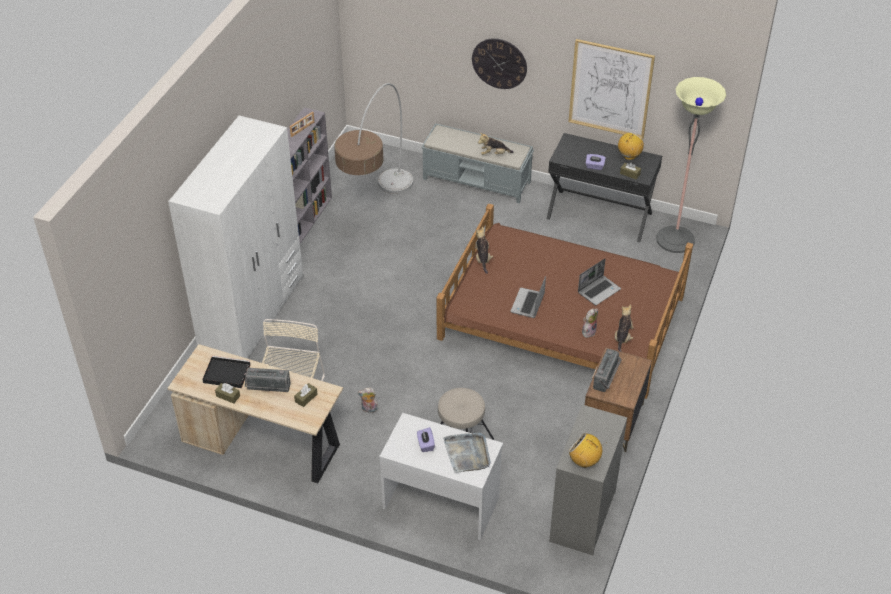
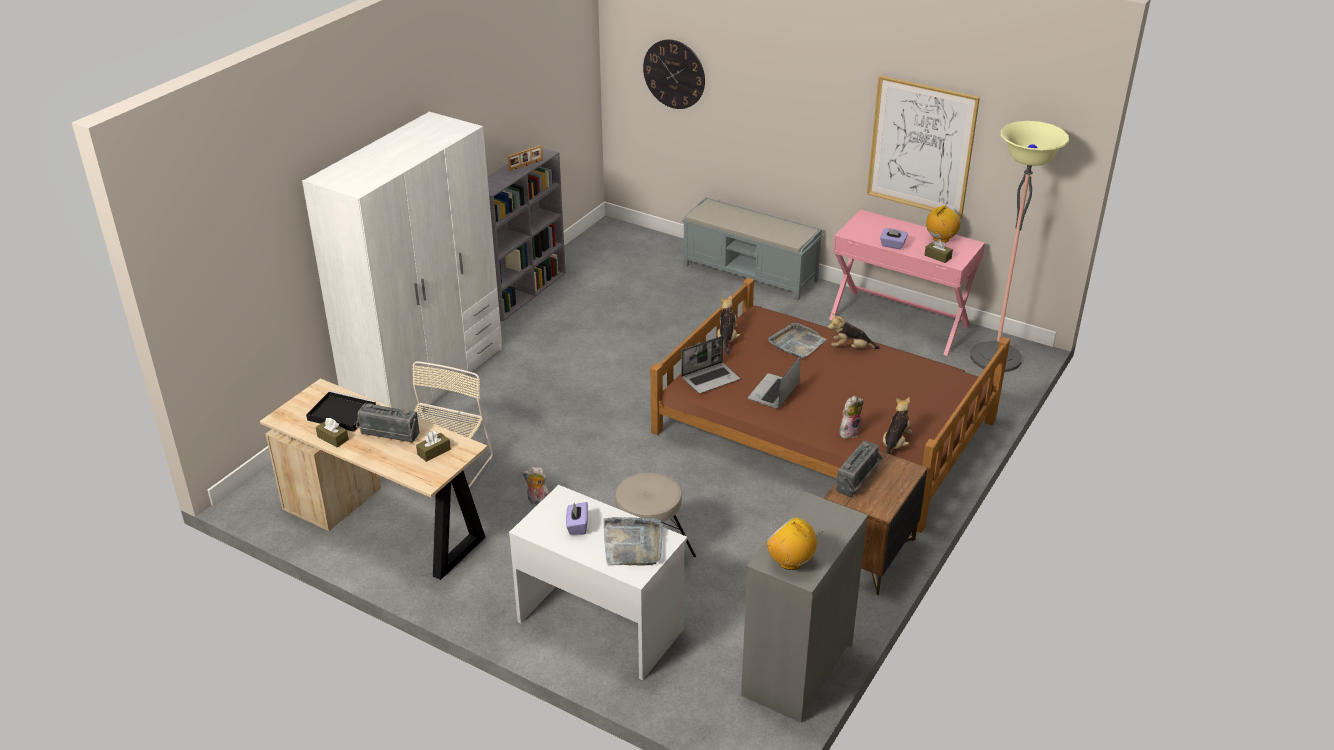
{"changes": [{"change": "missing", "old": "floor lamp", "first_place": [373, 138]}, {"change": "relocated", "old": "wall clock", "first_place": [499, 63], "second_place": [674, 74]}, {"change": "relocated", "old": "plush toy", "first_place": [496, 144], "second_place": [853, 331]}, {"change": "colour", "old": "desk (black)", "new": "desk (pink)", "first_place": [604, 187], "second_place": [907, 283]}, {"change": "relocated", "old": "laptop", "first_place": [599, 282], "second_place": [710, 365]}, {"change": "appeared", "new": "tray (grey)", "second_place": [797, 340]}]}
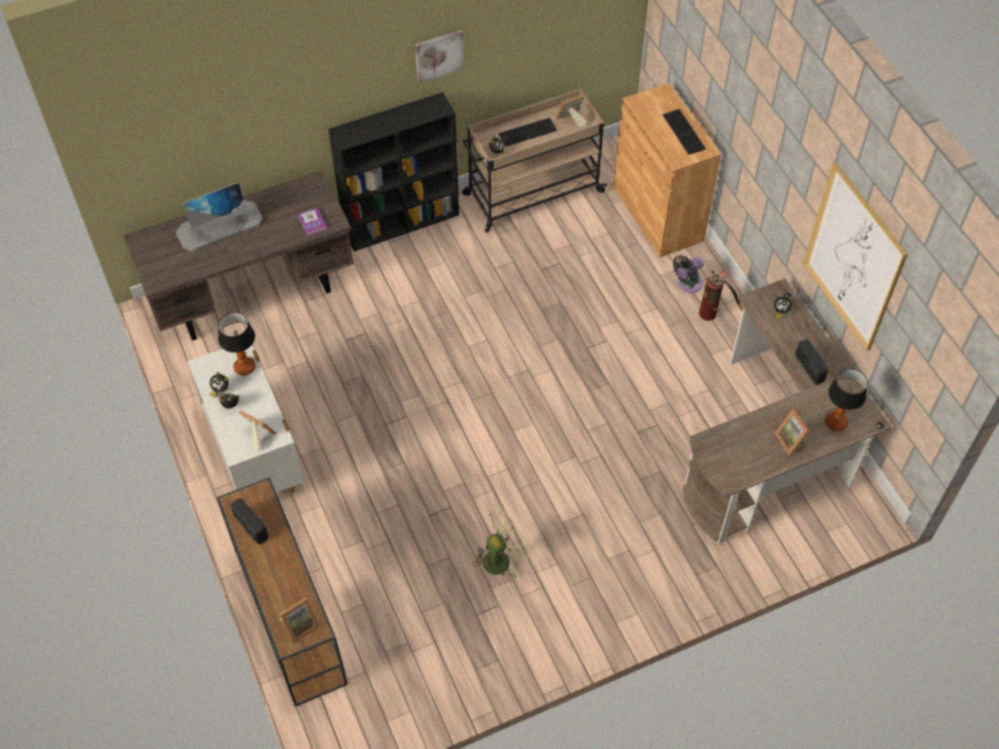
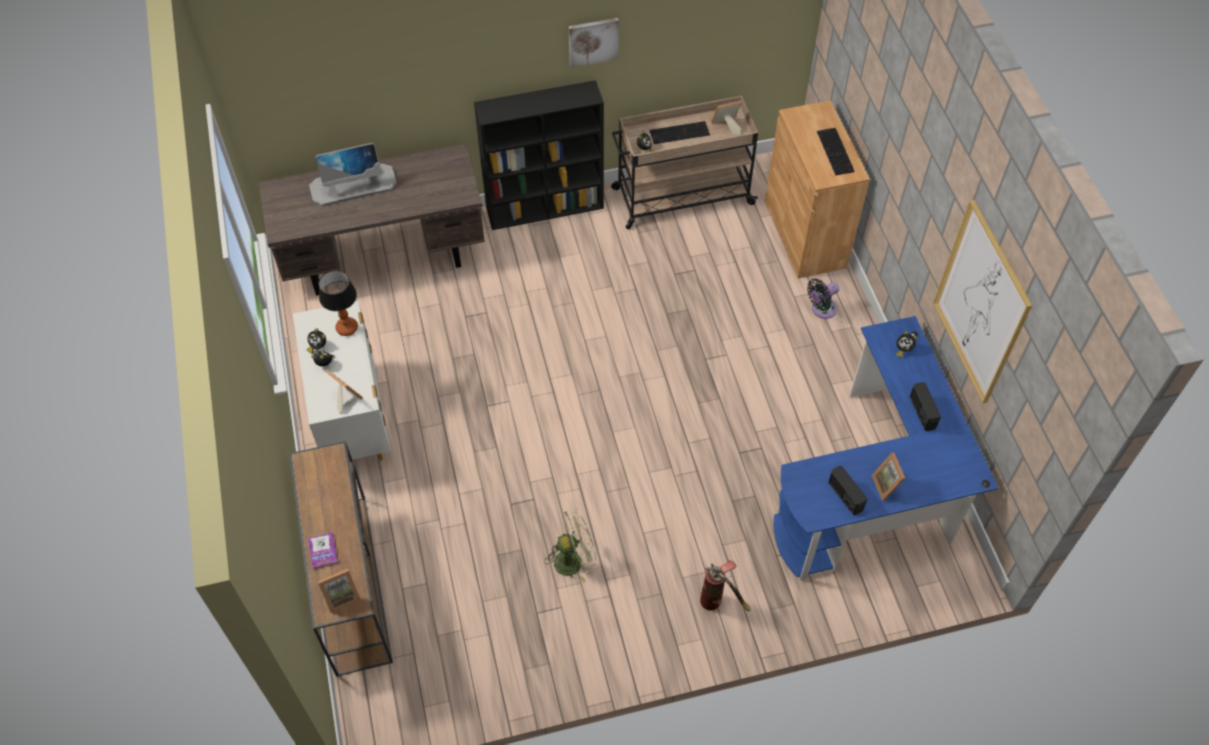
{"changes": [{"change": "relocated", "old": "radio", "first_place": [250, 521], "second_place": [848, 490]}, {"change": "relocated", "old": "book", "first_place": [312, 221], "second_place": [323, 550]}, {"change": "colour", "old": "desk (brown)", "new": "desk (blue)", "first_place": [787, 411], "second_place": [886, 448]}, {"change": "relocated", "old": "fire extinguisher", "first_place": [721, 295], "second_place": [725, 585]}, {"change": "missing", "old": "table lamp", "first_place": [846, 400]}]}
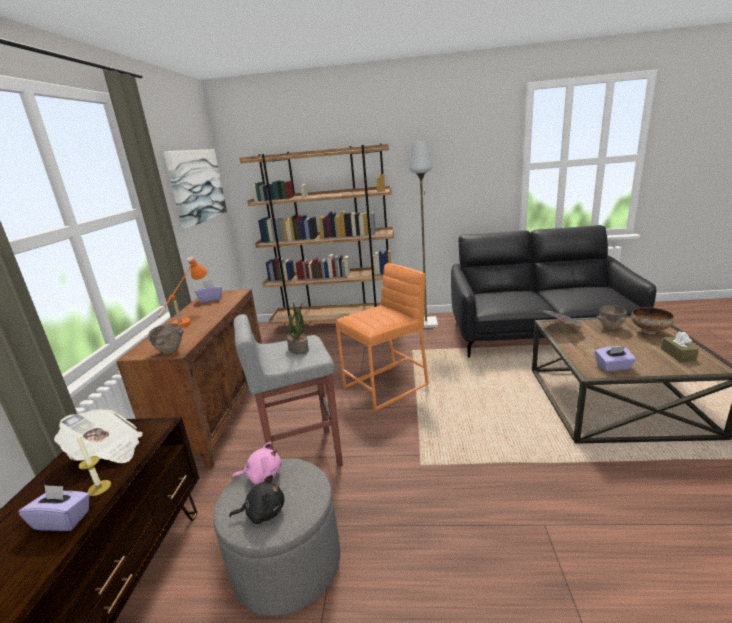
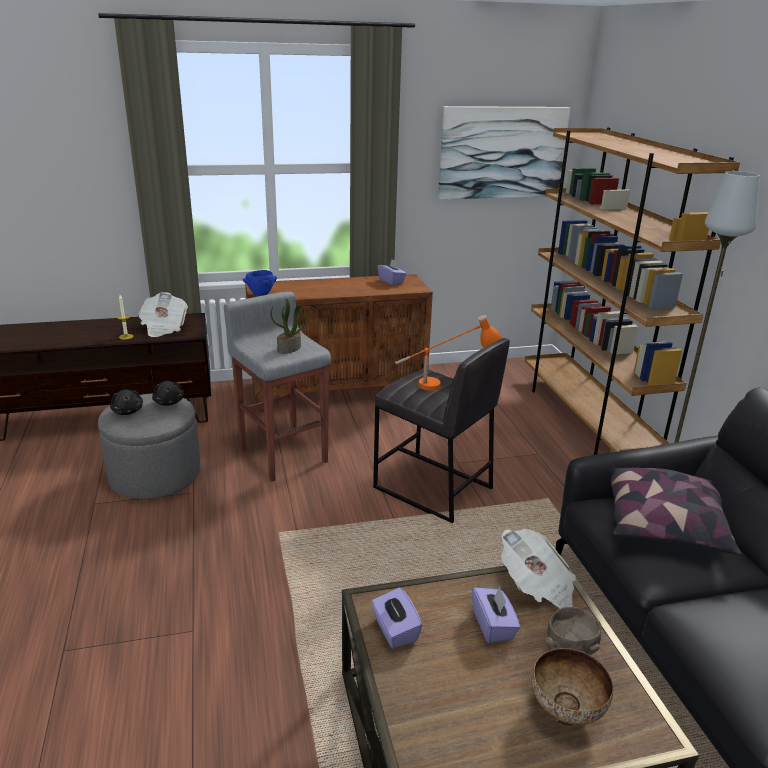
{"changes": [{"change": "relocated", "old": "tissue box (purple)", "first_place": [54, 508], "second_place": [496, 614]}, {"change": "colour", "old": "bowl (brown)", "new": "bowl (blue)", "first_place": [166, 339], "second_place": [260, 283]}, {"change": "relocated", "old": "table lamp (orange)", "first_place": [183, 292], "second_place": [448, 353]}, {"change": "colour", "old": "plush toy (pink)", "new": "plush toy (black)", "first_place": [256, 463], "second_place": [168, 393]}, {"change": "colour", "old": "stool (orange)", "new": "stool (grey)", "first_place": [382, 337], "second_place": [441, 430]}, {"change": "missing", "old": "tissue box (brown)", "first_place": [680, 346]}, {"change": "appeared", "new": "pillow", "second_place": [675, 512]}]}
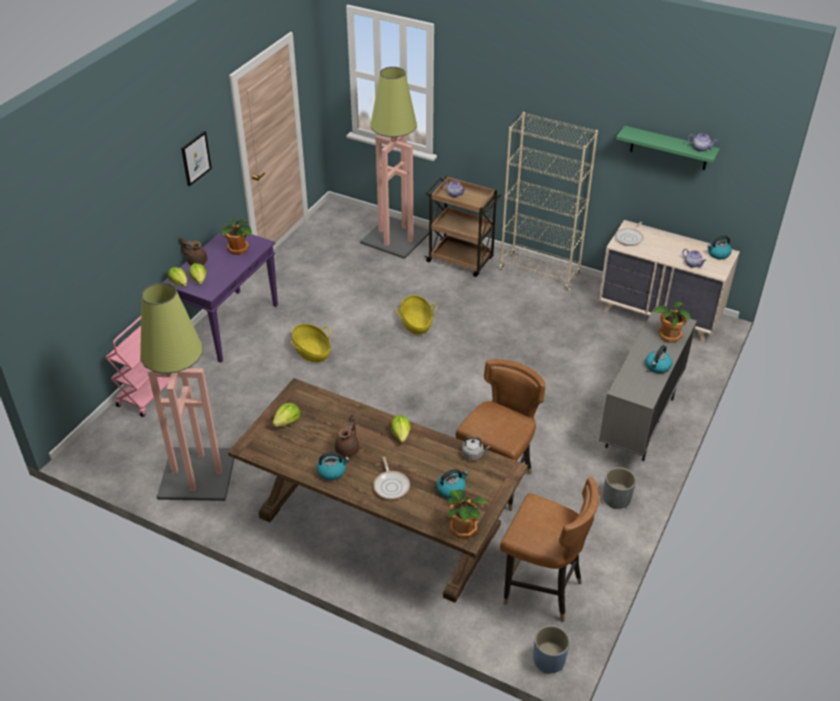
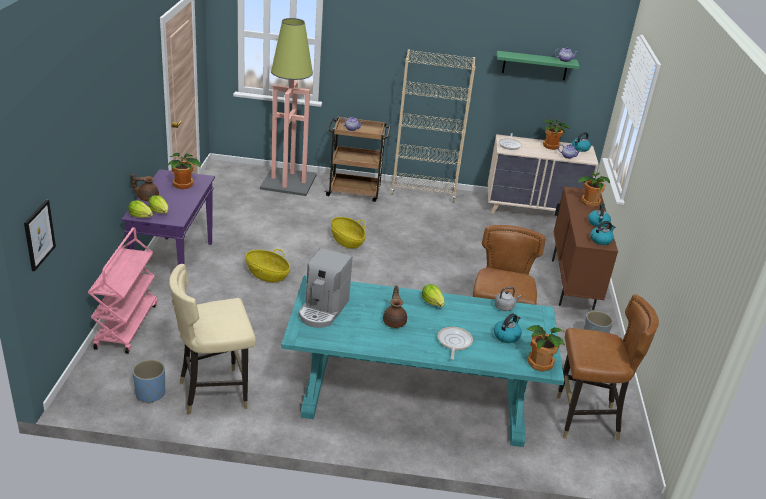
{"changes": [{"change": "exchanged", "old": "floor lamp", "new": "chair (beige)", "first_place": [187, 391], "second_place": [212, 339]}, {"change": "relocated", "old": "picture", "first_place": [196, 158], "second_place": [40, 235]}, {"change": "colour", "old": "dining table (brown)", "new": "dining table (turquoise)", "first_place": [378, 490], "second_place": [422, 361]}, {"change": "exchanged", "old": "lettuce", "new": "coffee machine", "first_place": [286, 415], "second_place": [325, 288]}, {"change": "relocated", "old": "kettle", "first_place": [333, 466], "second_place": [603, 233]}, {"change": "spun", "old": "frying pan", "first_place": [391, 478], "second_place": [455, 343], "degrees": -135}, {"change": "relocated", "old": "planter (blue)", "first_place": [551, 649], "second_place": [148, 381]}, {"change": "colour", "old": "cabinet (grey)", "new": "cabinet (brown)", "first_place": [648, 384], "second_place": [585, 248]}, {"change": "appeared", "new": "potted plant", "second_place": [556, 134]}]}
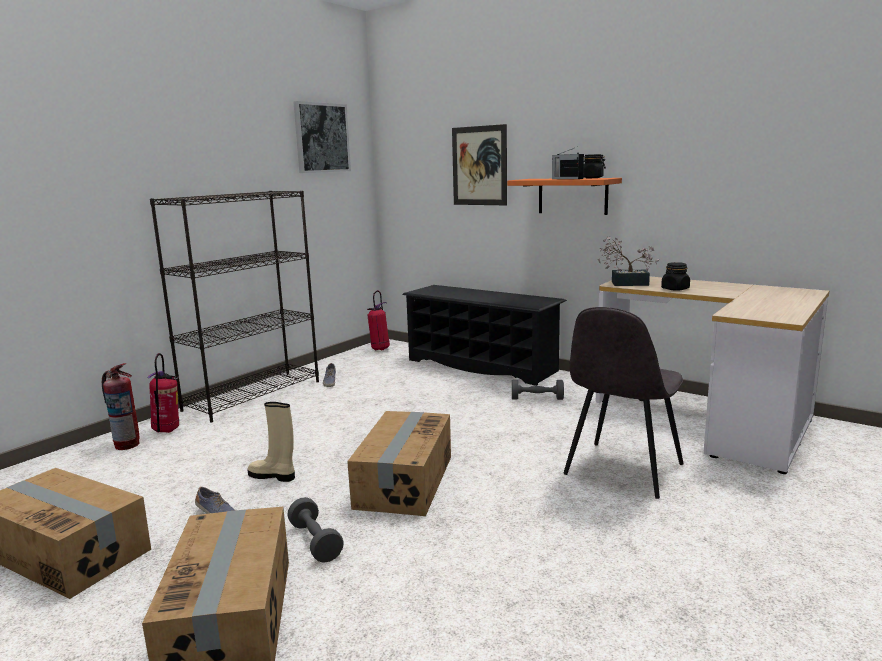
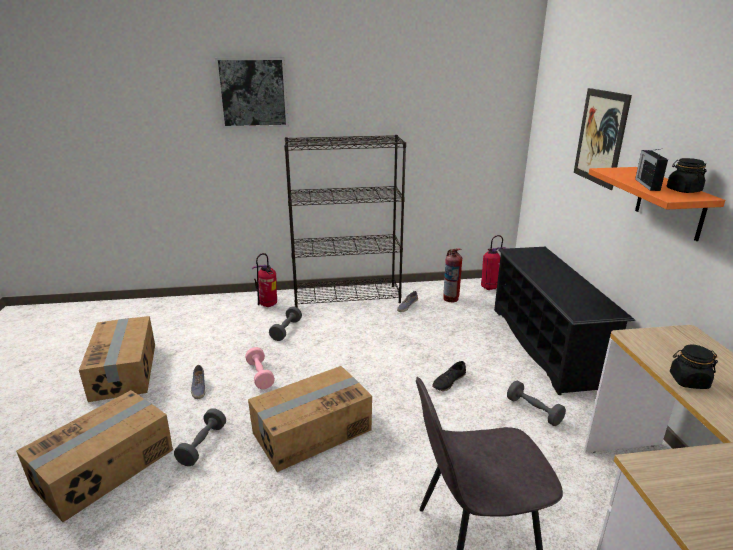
{"changes": [{"change": "relocated", "old": "fire extinguisher", "first_place": [121, 406], "second_place": [452, 275]}, {"change": "exchanged", "old": "boot (beige)", "new": "dumbbell (pink)", "first_place": [271, 442], "second_place": [260, 368]}, {"change": "relocated", "old": "picture", "first_place": [322, 137], "second_place": [252, 92]}, {"change": "missing", "old": "potted plant", "first_place": [628, 261]}, {"change": "appeared", "new": "dumbbell (grey)", "second_place": [285, 323]}, {"change": "appeared", "new": "shoe (black)", "second_place": [449, 376]}]}
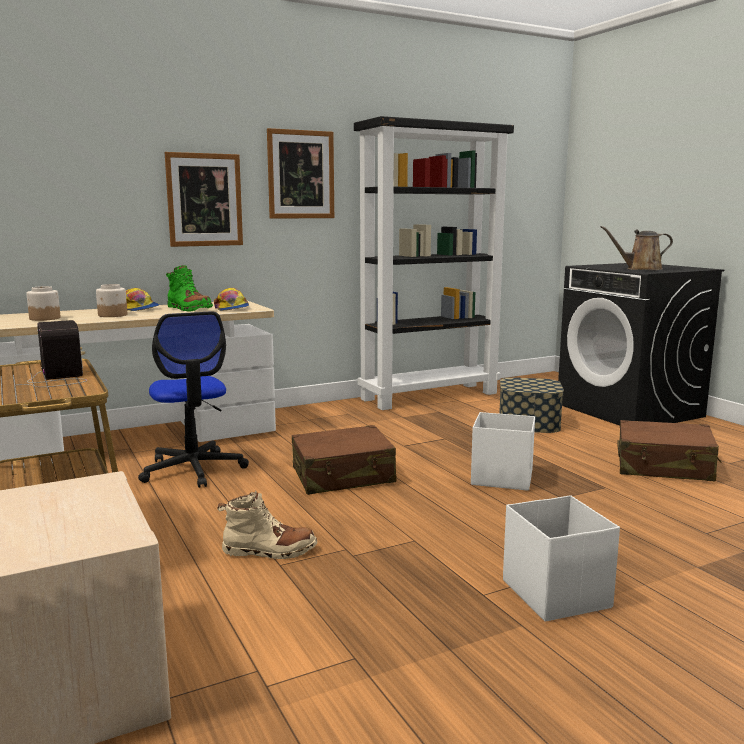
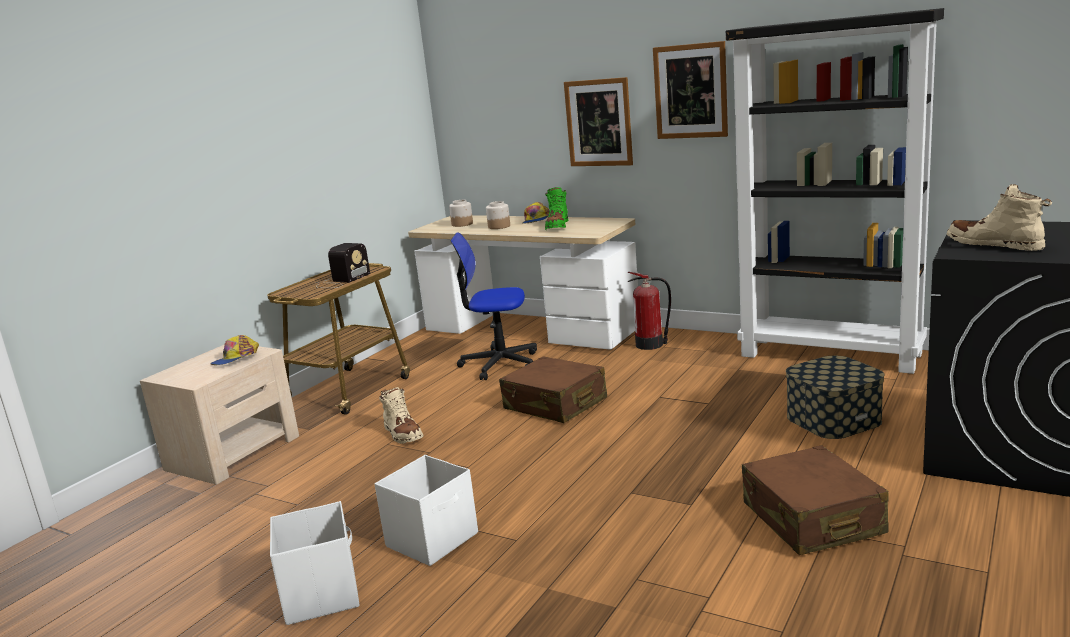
{"changes": [{"change": "spun", "old": "office chair", "first_place": [193, 399], "second_place": [494, 306], "degrees": 60}, {"change": "relocated", "old": "cap", "first_place": [231, 299], "second_place": [234, 350]}, {"change": "relocated", "old": "storage box (white)", "first_place": [503, 451], "second_place": [315, 563]}, {"change": "exchanged", "old": "watering can (brown)", "new": "boot (beige)", "first_place": [636, 248], "second_place": [1000, 217]}, {"change": "appeared", "new": "fire extinguisher", "second_place": [649, 311]}]}
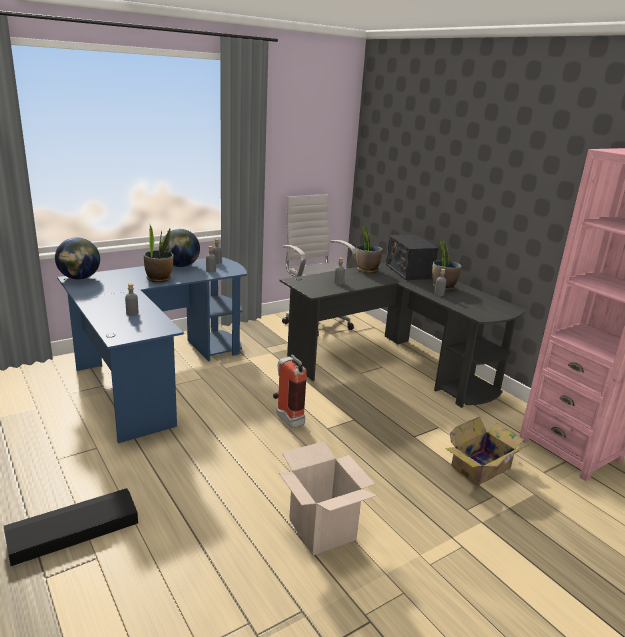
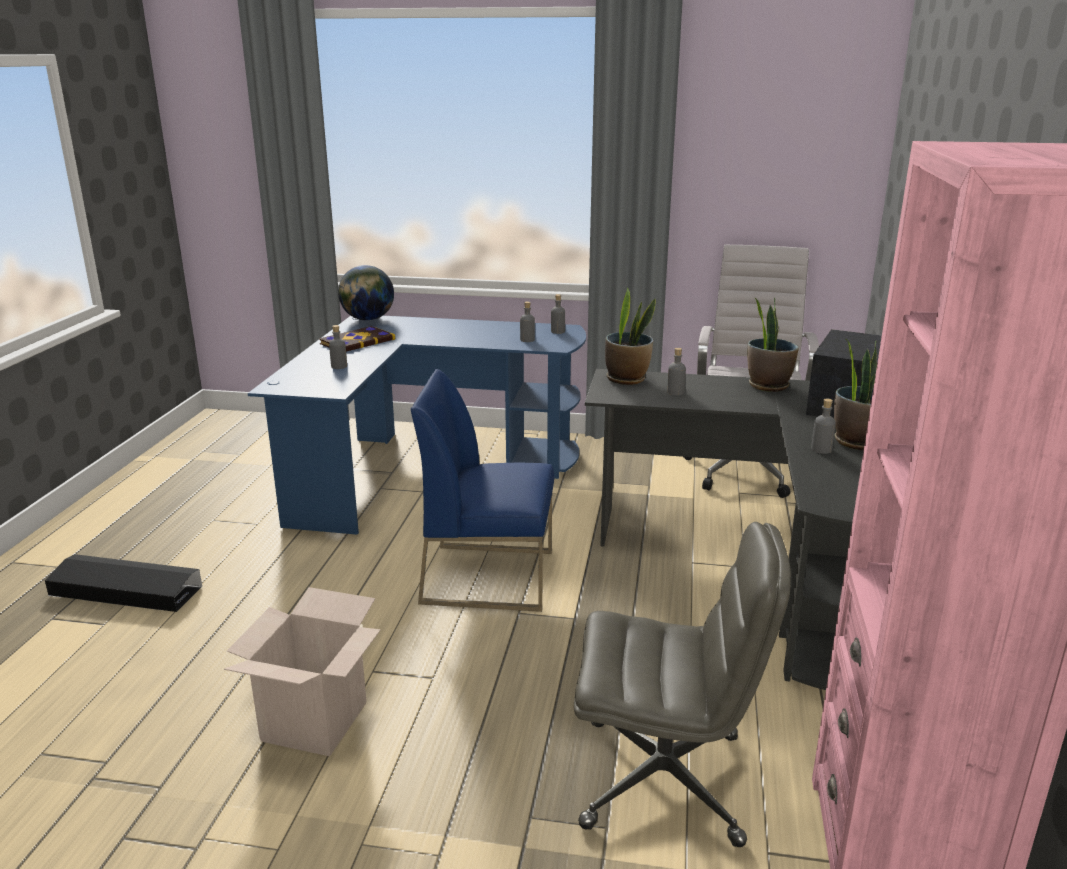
{"changes": [{"change": "relocated", "old": "potted plant", "first_place": [158, 254], "second_place": [630, 336]}, {"change": "missing", "old": "globe", "first_place": [181, 248]}, {"change": "exchanged", "old": "fire extinguisher", "new": "chair (blue)", "first_place": [290, 391], "second_place": [482, 490]}, {"change": "exchanged", "old": "cardboard box", "new": "office chair (grey)", "first_place": [486, 451], "second_place": [682, 684]}, {"change": "appeared", "new": "book", "second_place": [357, 339]}]}
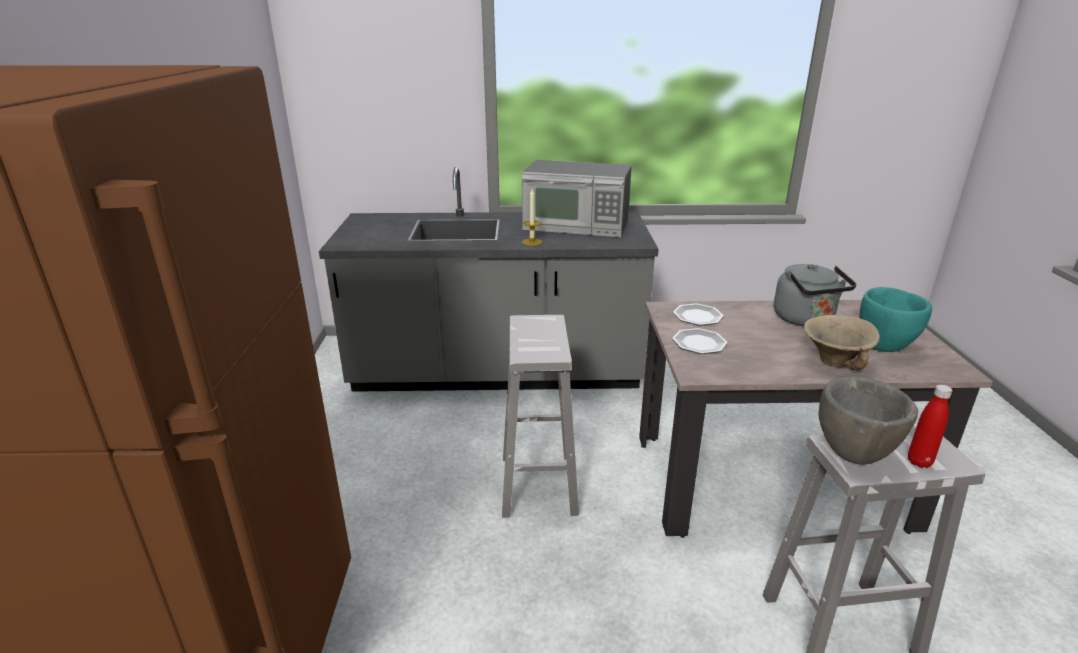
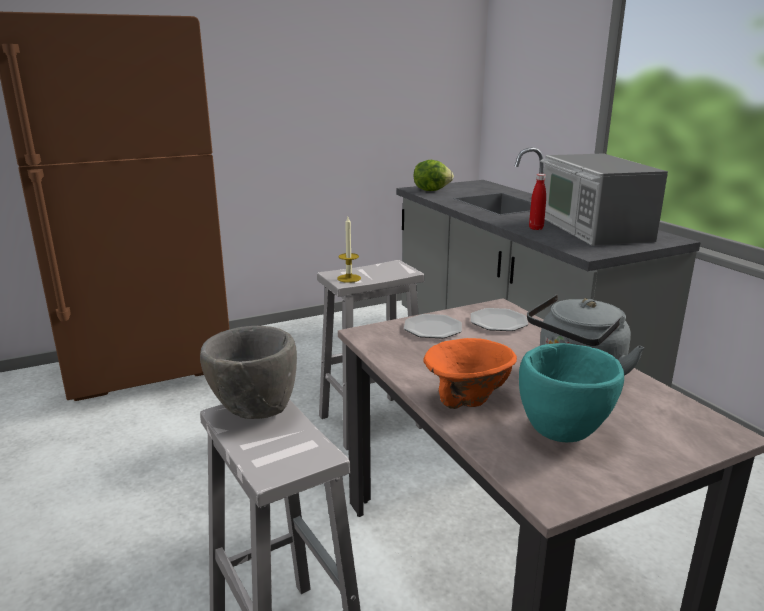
{"changes": [{"change": "relocated", "old": "candle", "first_place": [532, 217], "second_place": [349, 250]}, {"change": "colour", "old": "bowl (beige)", "new": "bowl (orange)", "first_place": [842, 342], "second_place": [470, 373]}, {"change": "relocated", "old": "bottle (red)", "first_place": [930, 426], "second_place": [537, 202]}, {"change": "appeared", "new": "lettuce", "second_place": [433, 175]}]}
